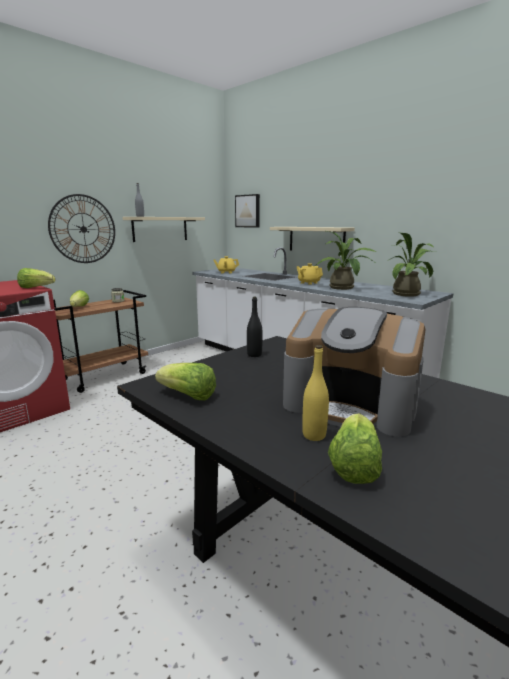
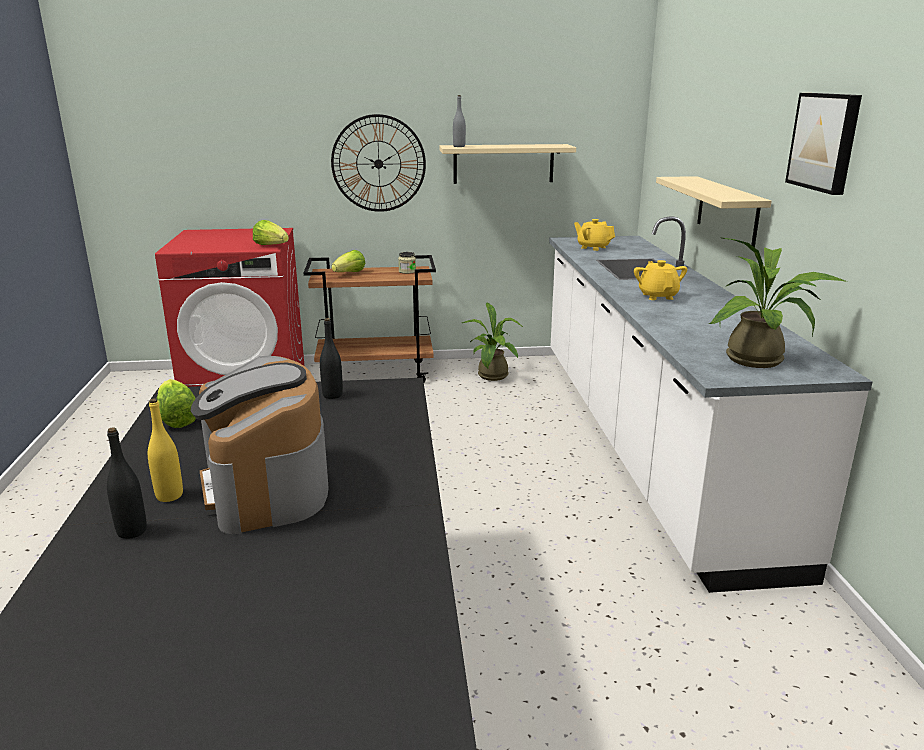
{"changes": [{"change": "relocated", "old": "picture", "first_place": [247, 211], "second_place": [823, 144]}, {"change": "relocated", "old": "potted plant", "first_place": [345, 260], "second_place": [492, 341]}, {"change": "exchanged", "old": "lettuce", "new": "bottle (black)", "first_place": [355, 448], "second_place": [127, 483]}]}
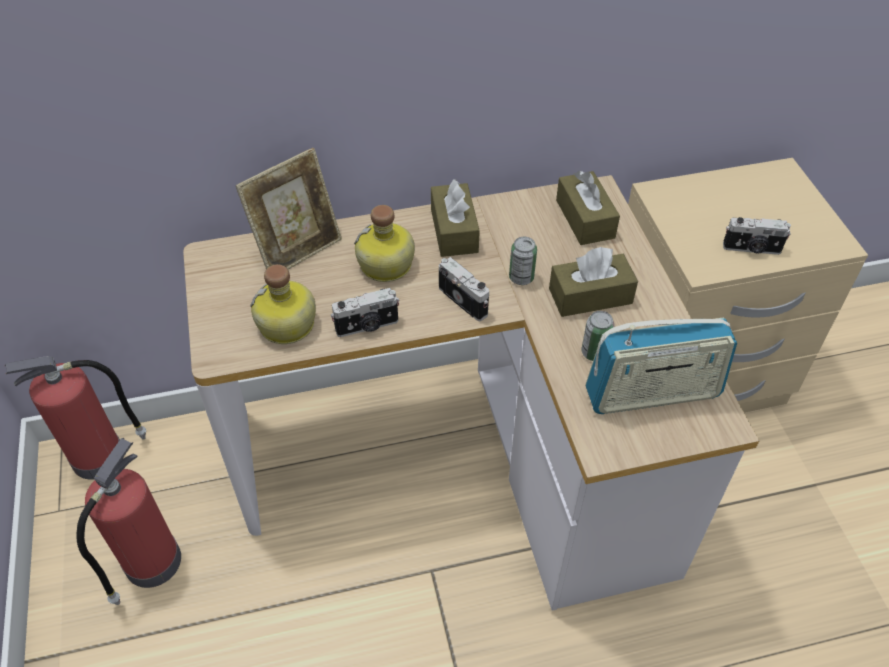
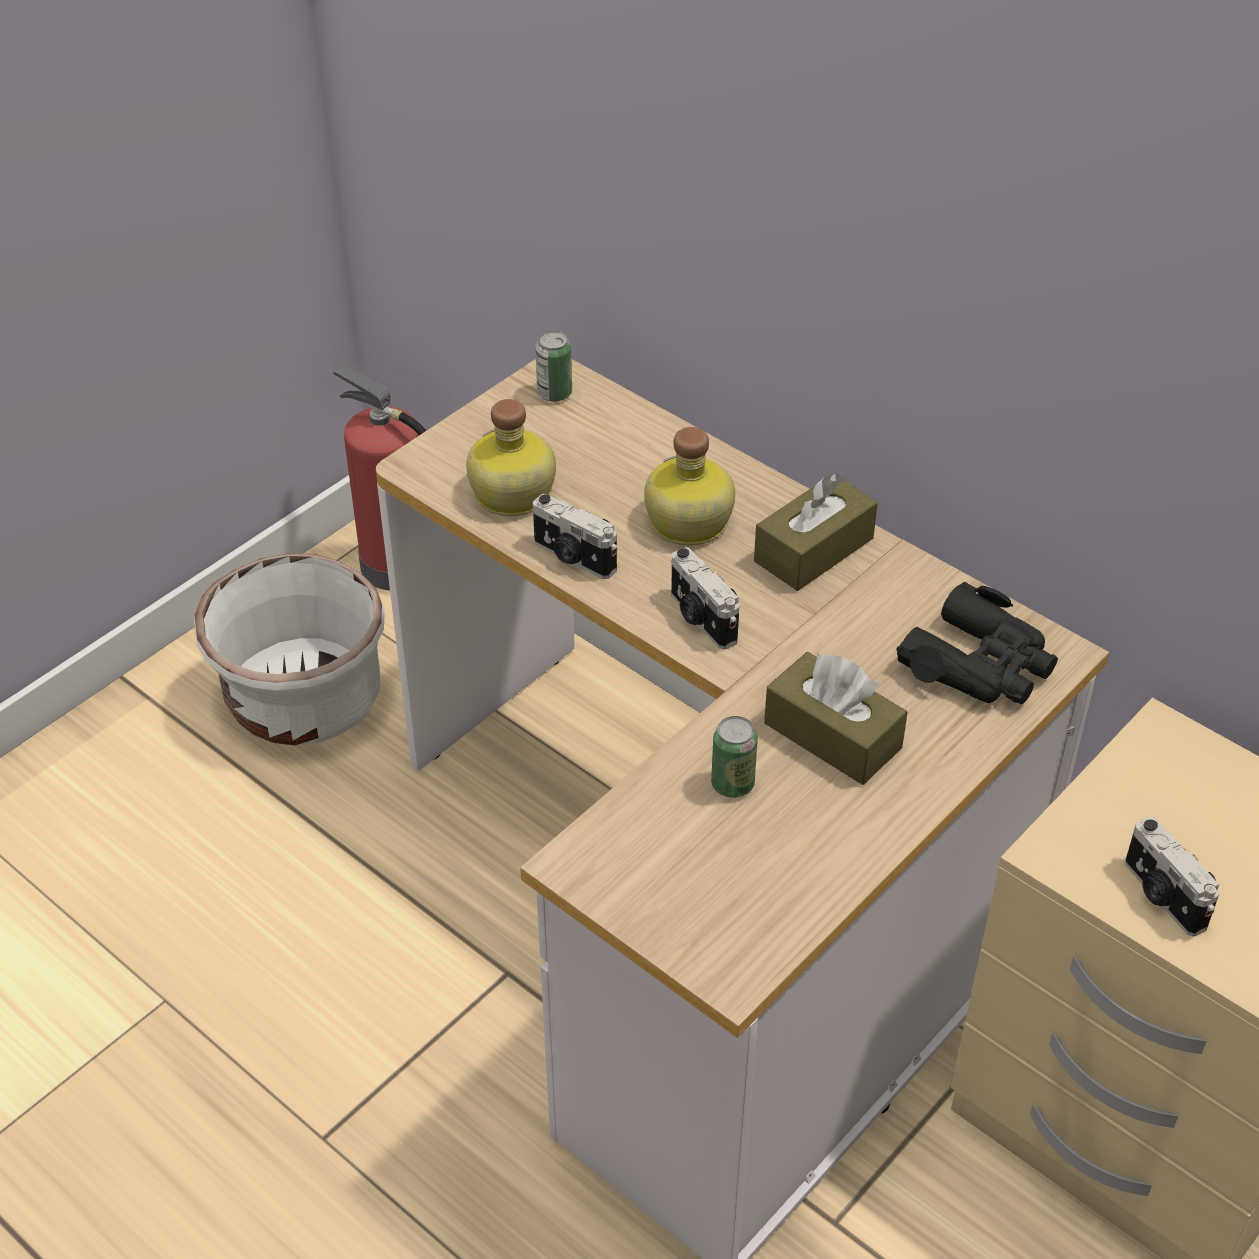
{"changes": [{"change": "exchanged", "old": "fire extinguisher", "new": "planter (white)", "first_place": [128, 521], "second_place": [289, 649]}, {"change": "missing", "old": "picture frame", "first_place": [289, 209]}, {"change": "spun", "old": "photo camera", "first_place": [464, 289], "second_place": [705, 598], "degrees": 135}, {"change": "relocated", "old": "can", "first_place": [523, 261], "second_place": [553, 366]}, {"change": "exchanged", "old": "tissue box (brown)", "new": "binoculars (black)", "first_place": [588, 208], "second_place": [977, 642]}, {"change": "missing", "old": "radio", "first_place": [661, 365]}]}
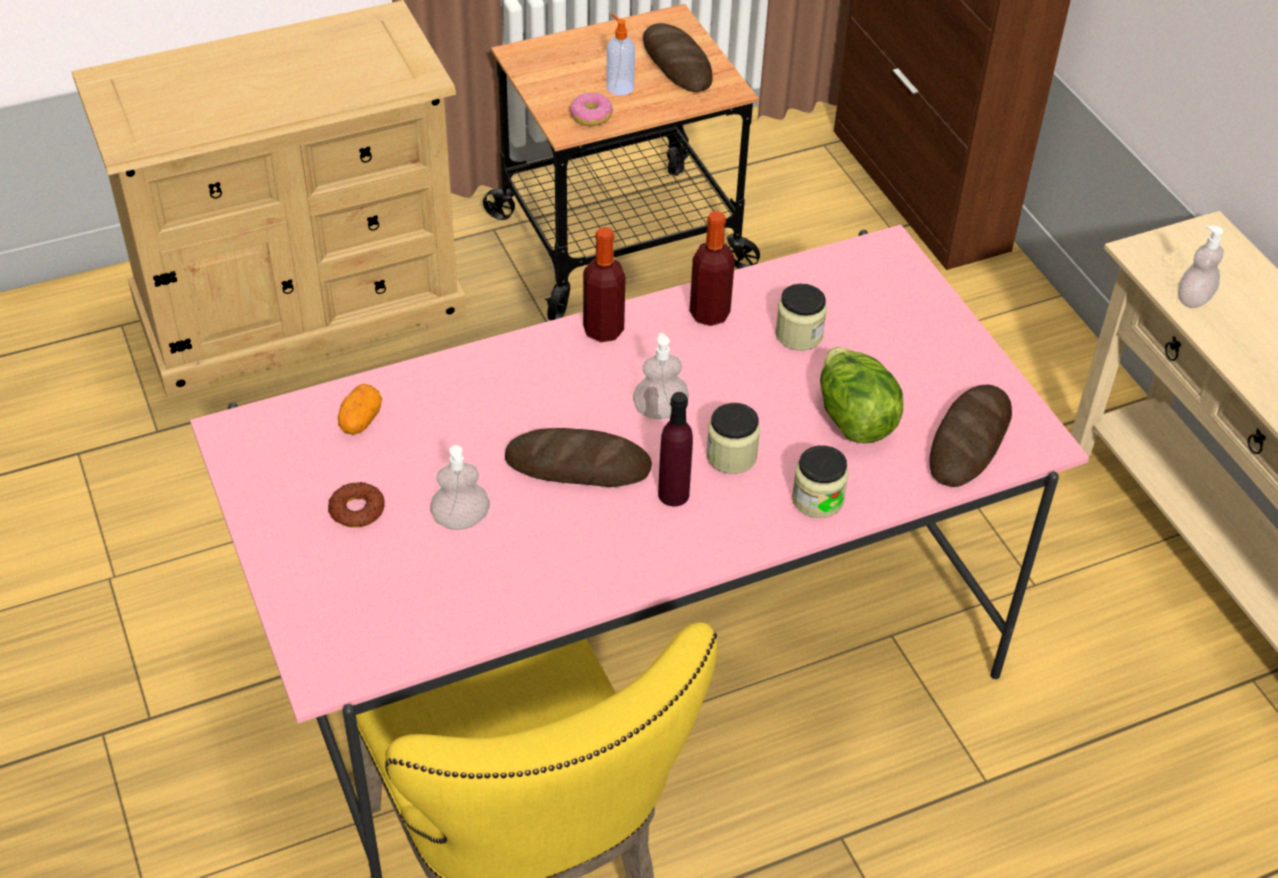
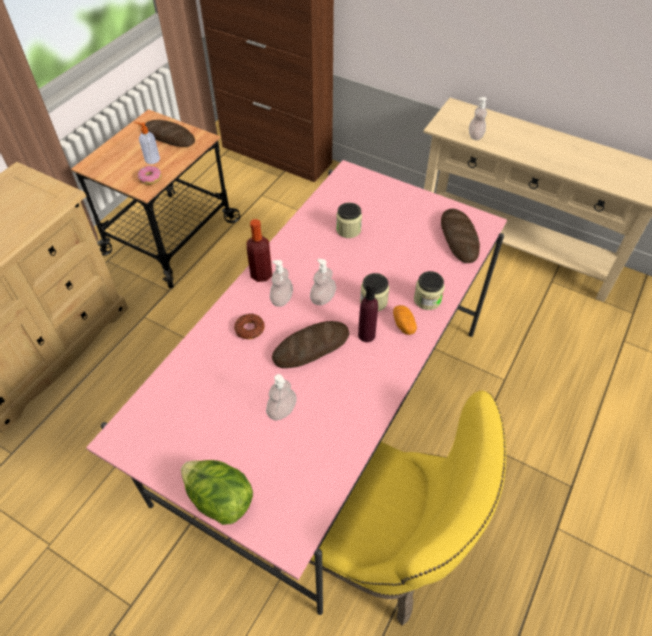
{"changes": [{"change": "relocated", "old": "donut", "first_place": [356, 505], "second_place": [249, 326]}, {"change": "relocated", "old": "potato", "first_place": [360, 409], "second_place": [405, 320]}, {"change": "missing", "old": "bottle", "first_place": [712, 268]}, {"change": "relocated", "old": "lettuce", "first_place": [861, 395], "second_place": [217, 492]}, {"change": "appeared", "new": "soap dispenser", "second_place": [281, 283]}]}
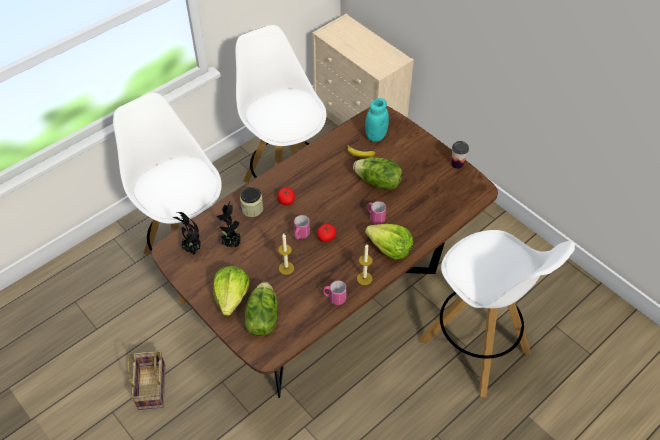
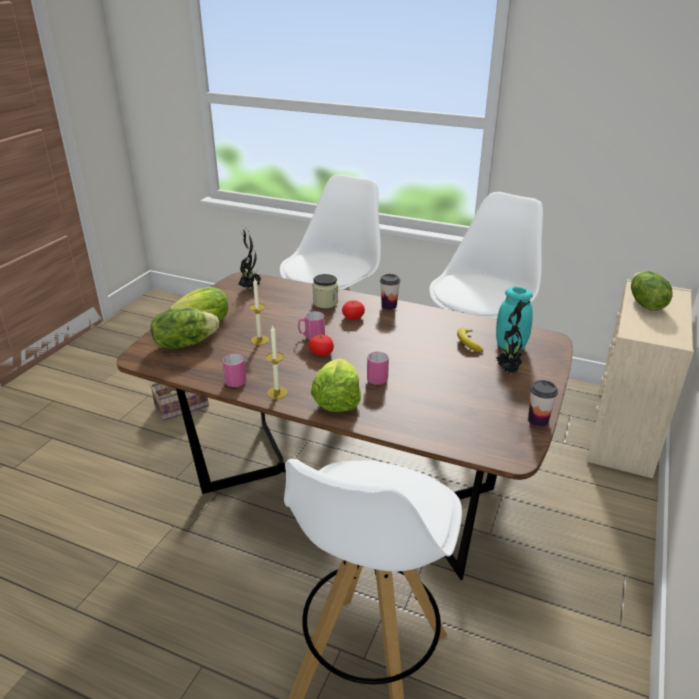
{"changes": [{"change": "relocated", "old": "potted plant", "first_place": [229, 224], "second_place": [513, 336]}, {"change": "relocated", "old": "lettuce", "first_place": [377, 173], "second_place": [651, 291]}, {"change": "appeared", "new": "cup", "second_place": [390, 292]}]}
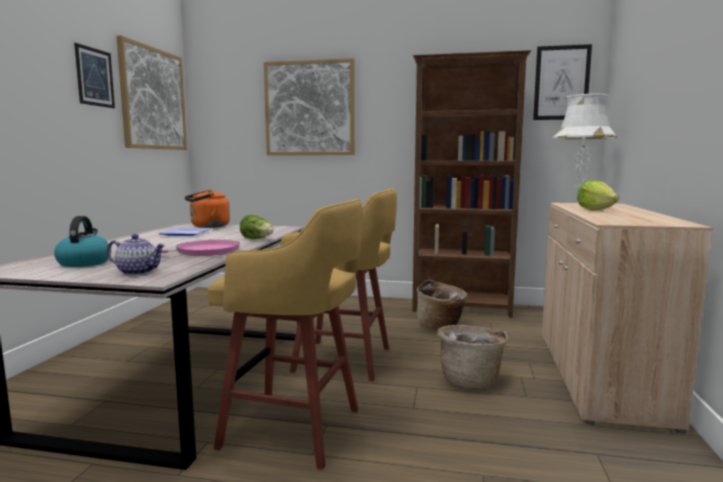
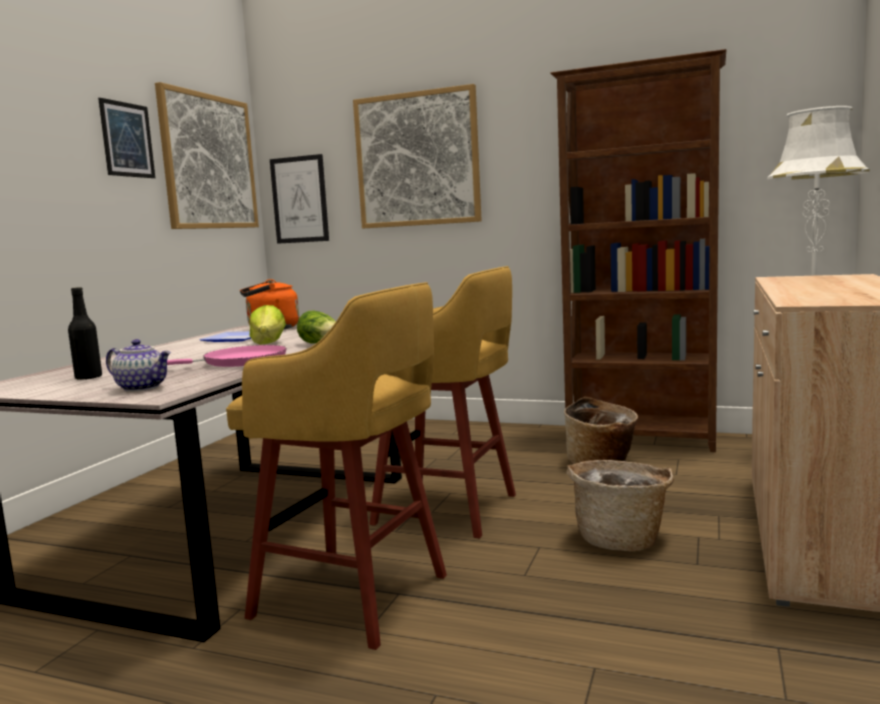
{"changes": [{"change": "exchanged", "old": "kettle", "new": "bottle (black)", "first_place": [81, 241], "second_place": [85, 333]}, {"change": "relocated", "old": "picture", "first_place": [562, 82], "second_place": [299, 199]}, {"change": "relocated", "old": "lettuce", "first_place": [598, 195], "second_place": [267, 325]}]}
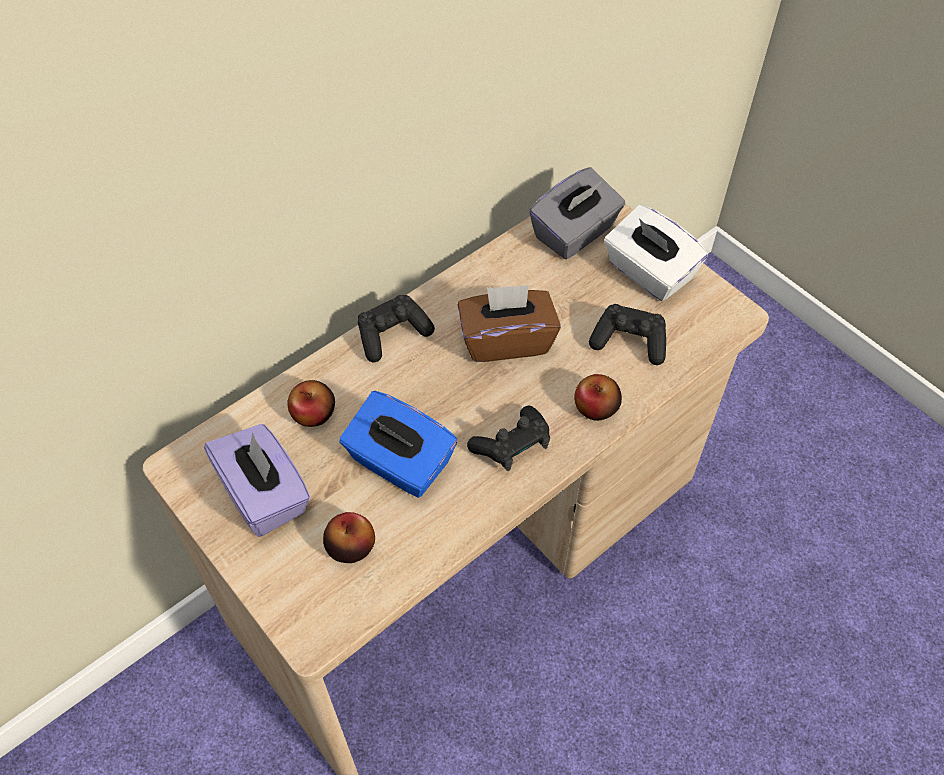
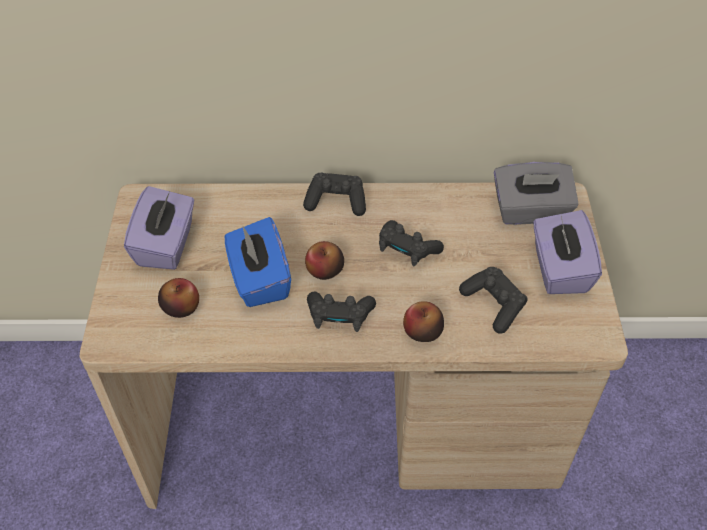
{"changes": [{"change": "relocated", "old": "apple", "first_place": [311, 403], "second_place": [324, 260]}, {"change": "exchanged", "old": "tissue box (brown)", "new": "game controller (black)", "first_place": [509, 323], "second_place": [411, 243]}, {"change": "colour", "old": "tissue box (white)", "new": "tissue box (purple)", "first_place": [656, 253], "second_place": [567, 252]}]}
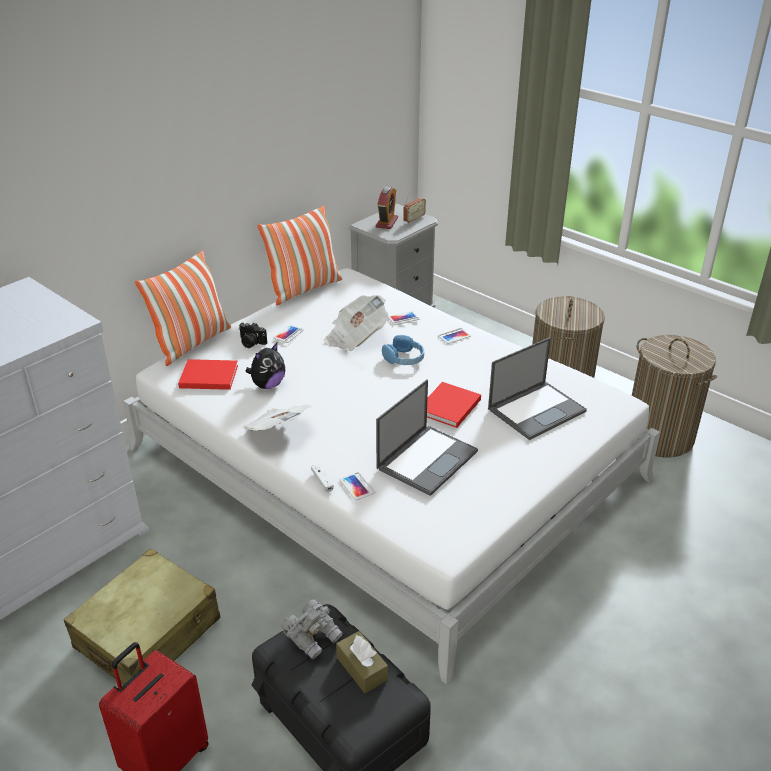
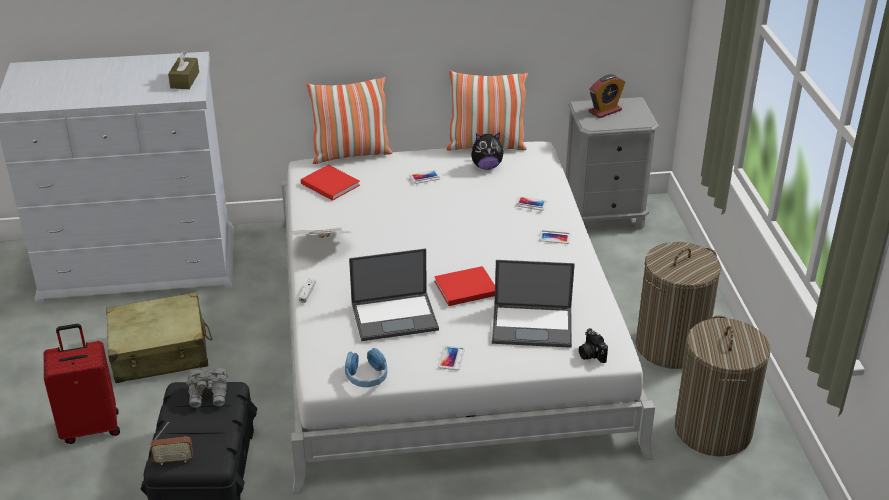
{"changes": [{"change": "relocated", "old": "photo camera", "first_place": [253, 335], "second_place": [593, 345]}, {"change": "relocated", "old": "plush toy", "first_place": [265, 366], "second_place": [487, 151]}, {"change": "missing", "old": "newspaper", "first_place": [356, 323]}, {"change": "relocated", "old": "tissue box (brown)", "first_place": [362, 662], "second_place": [183, 70]}, {"change": "relocated", "old": "phone", "first_place": [357, 486], "second_place": [451, 357]}, {"change": "relocated", "old": "headphones (blue)", "first_place": [403, 350], "second_place": [366, 367]}, {"change": "relocated", "old": "radio", "first_place": [414, 205], "second_place": [171, 443]}]}
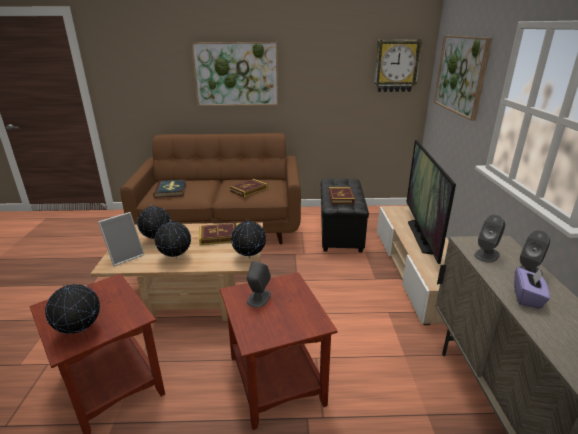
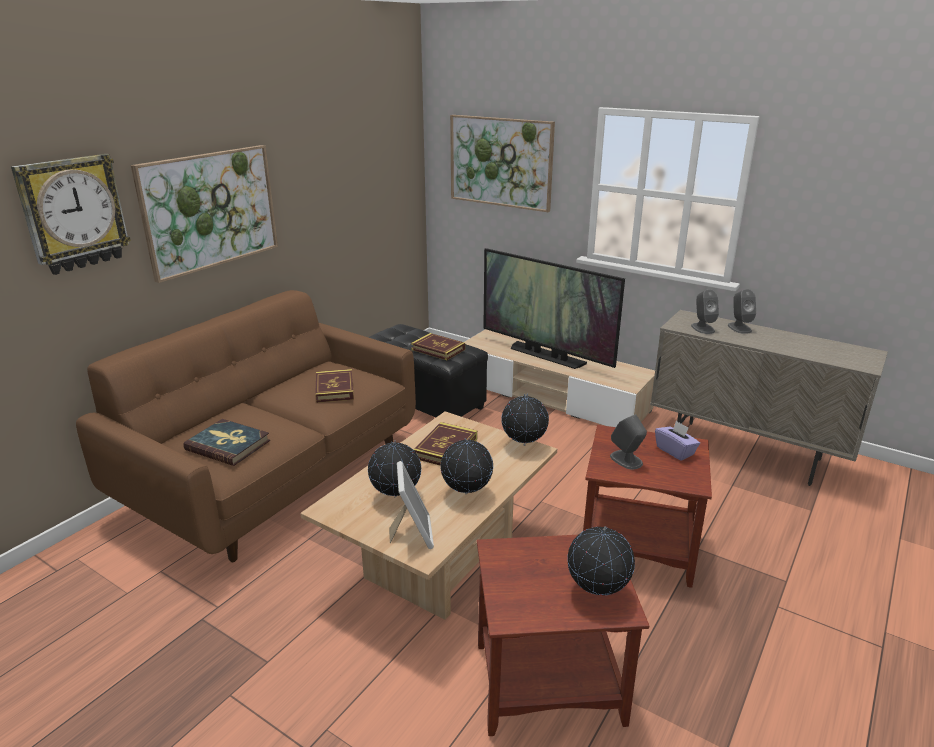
{"changes": [{"change": "relocated", "old": "wall clock", "first_place": [398, 65], "second_place": [71, 214]}, {"change": "relocated", "old": "tissue box (purple)", "first_place": [532, 288], "second_place": [677, 441]}]}
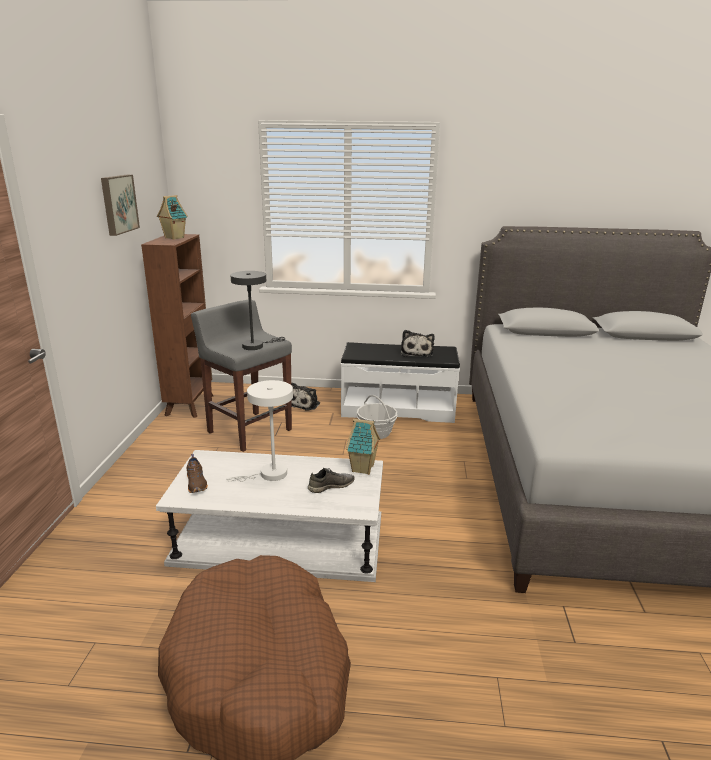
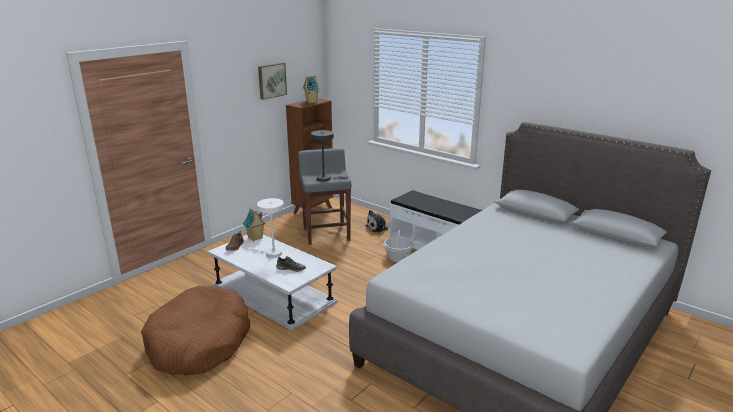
{"changes": [{"change": "relocated", "old": "toy house", "first_place": [363, 447], "second_place": [254, 224]}, {"change": "missing", "old": "plush toy", "first_place": [418, 343]}]}
